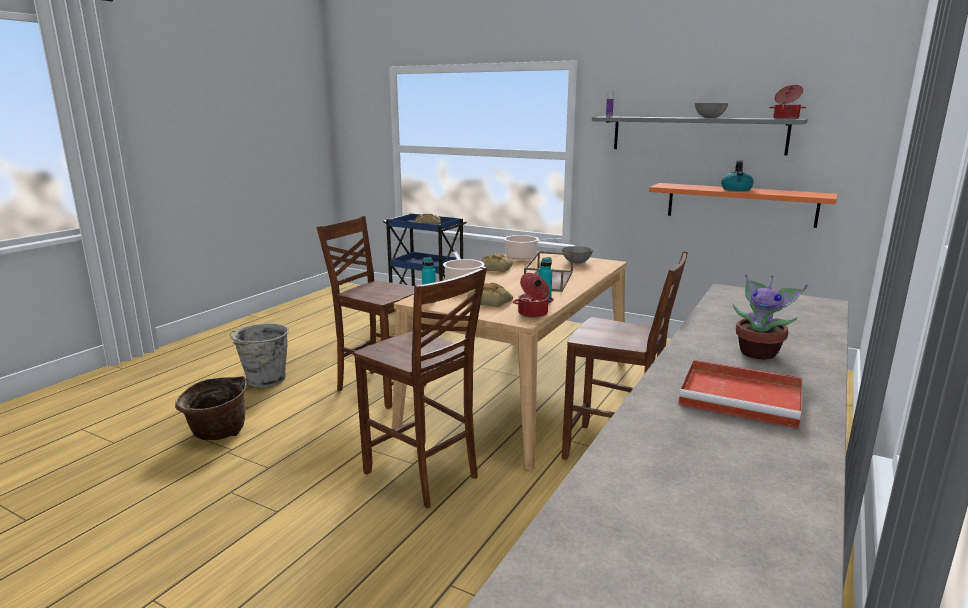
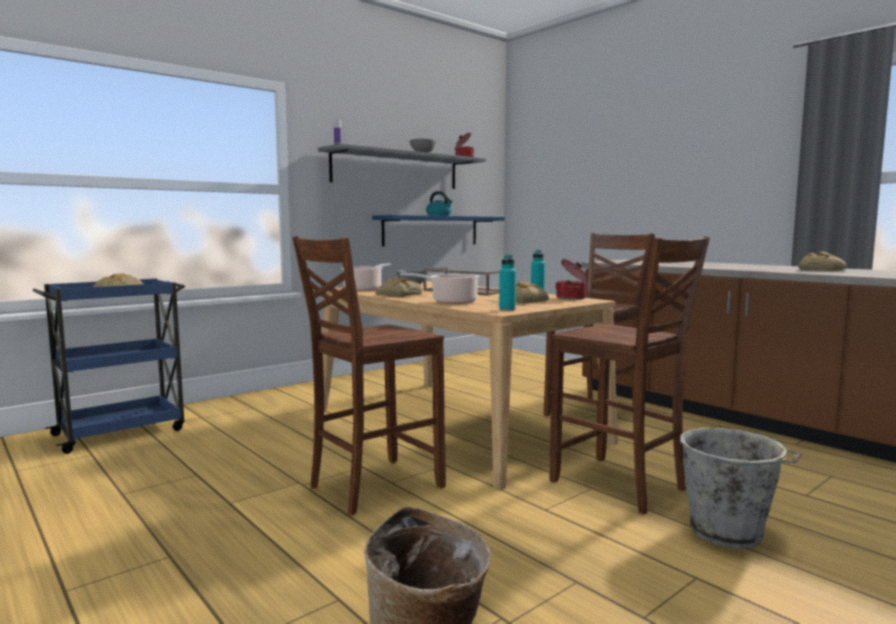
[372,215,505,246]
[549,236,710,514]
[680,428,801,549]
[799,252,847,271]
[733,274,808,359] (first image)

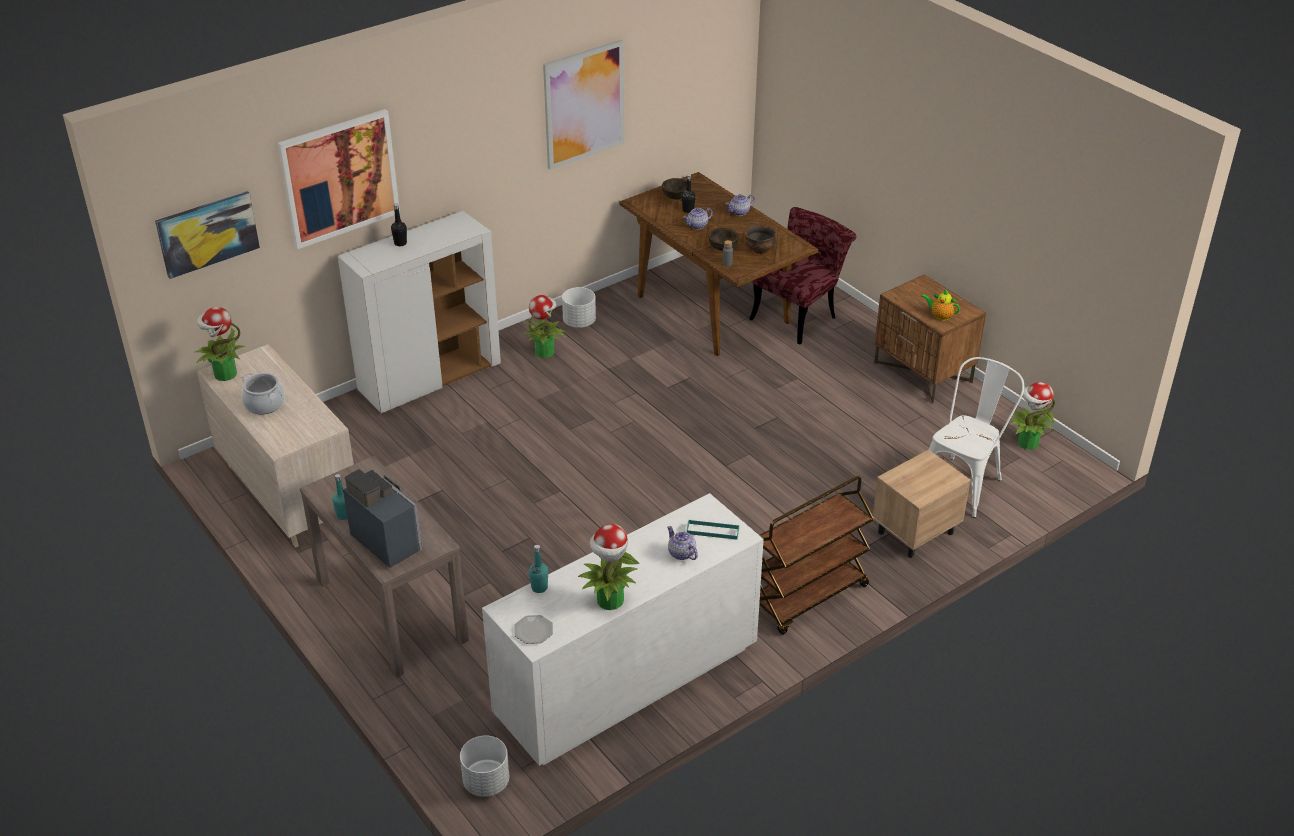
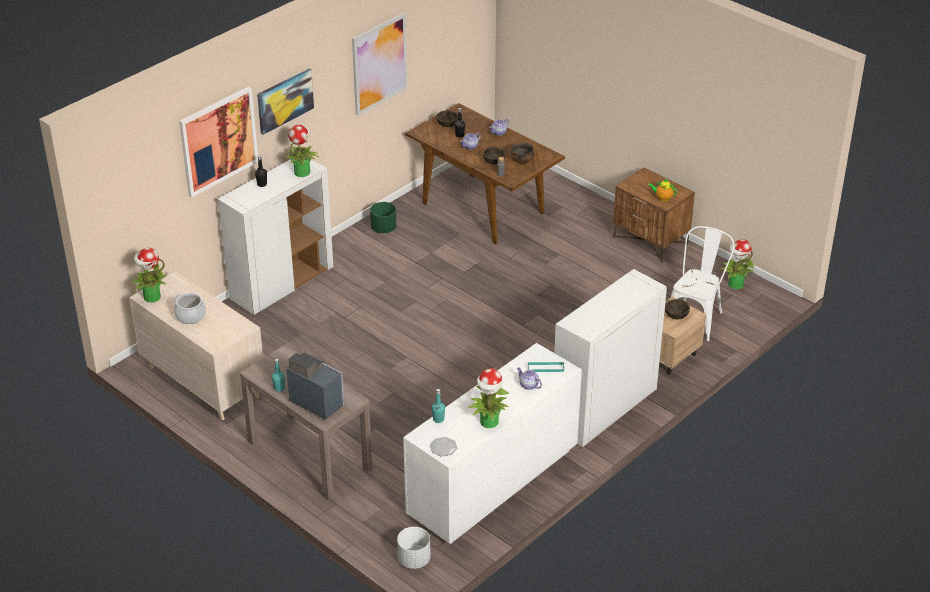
[257,68,314,135]
[283,125,319,177]
[370,202,396,233]
[554,269,667,447]
[665,299,690,319]
[749,207,857,344] (first image)

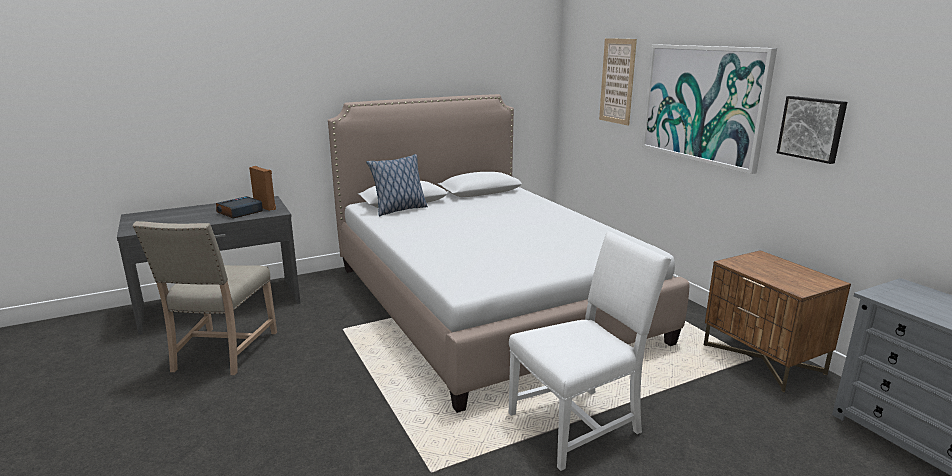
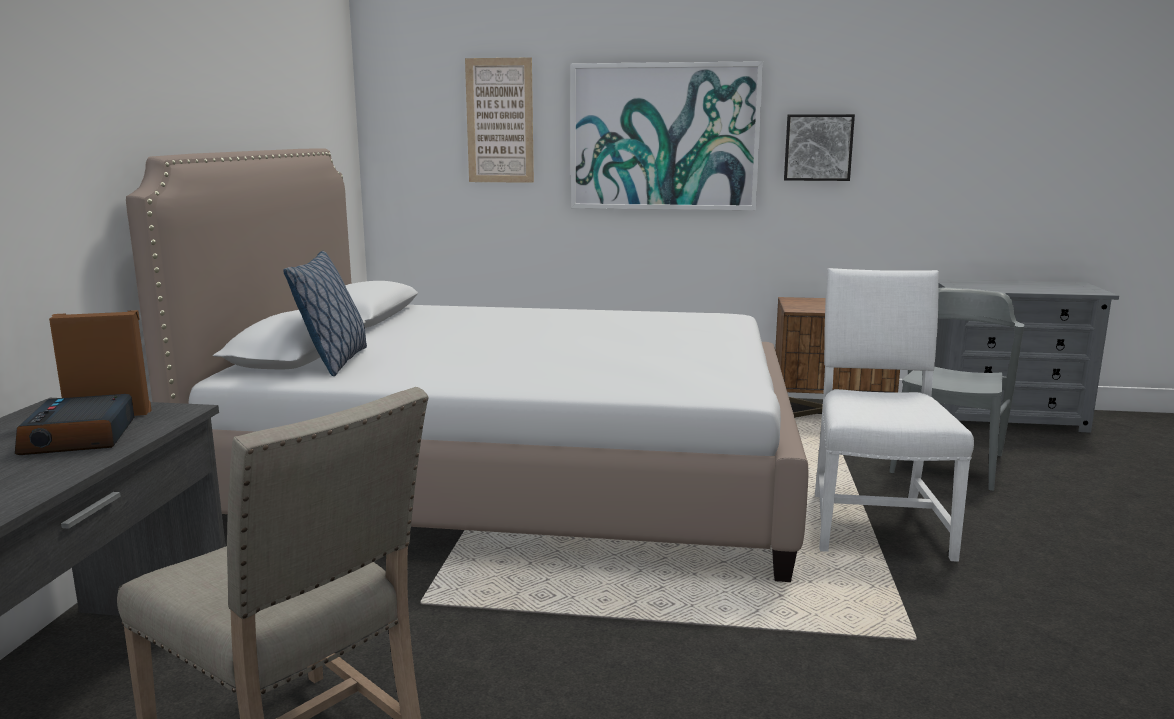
[889,288,1025,491]

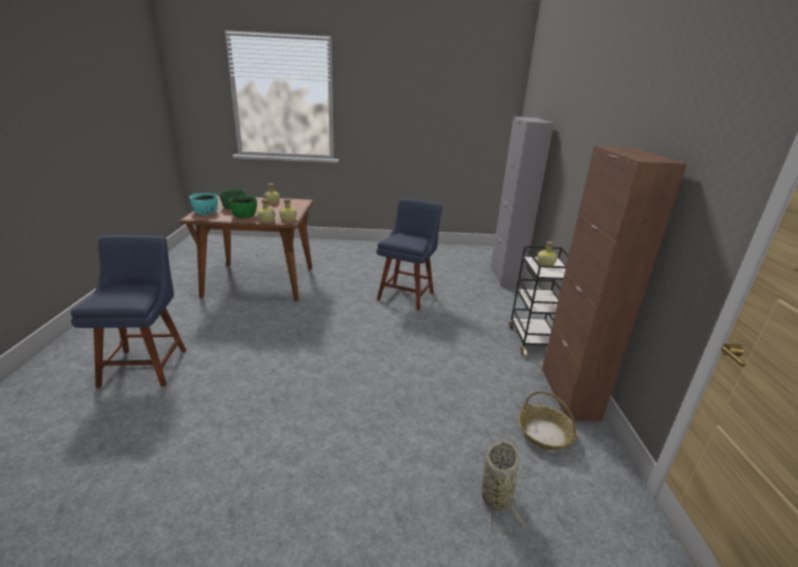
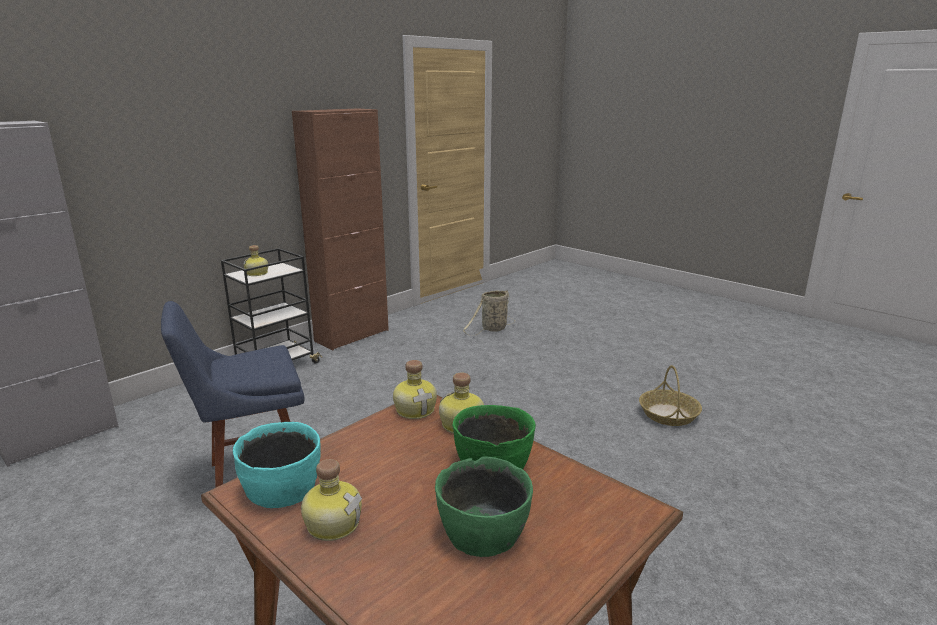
[233,422,321,508]
[639,365,702,426]
[71,235,187,388] (first image)

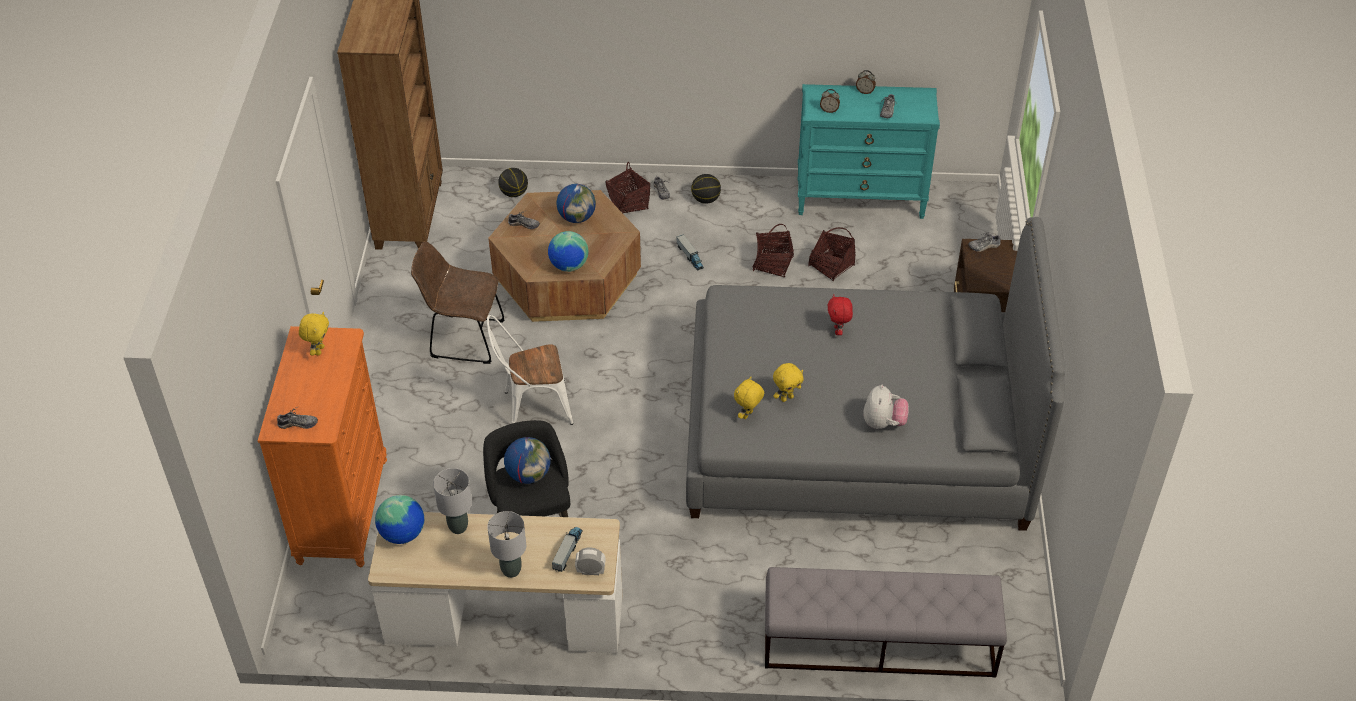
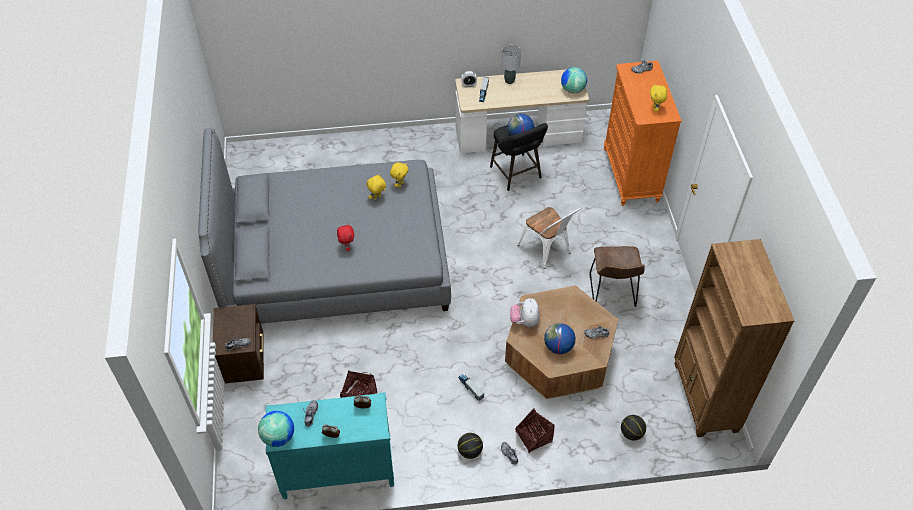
[258,411,294,447]
[510,298,540,327]
[517,207,582,269]
[589,246,645,307]
[433,468,472,534] (first image)
[752,224,794,277] (first image)
[765,567,1007,678] (first image)

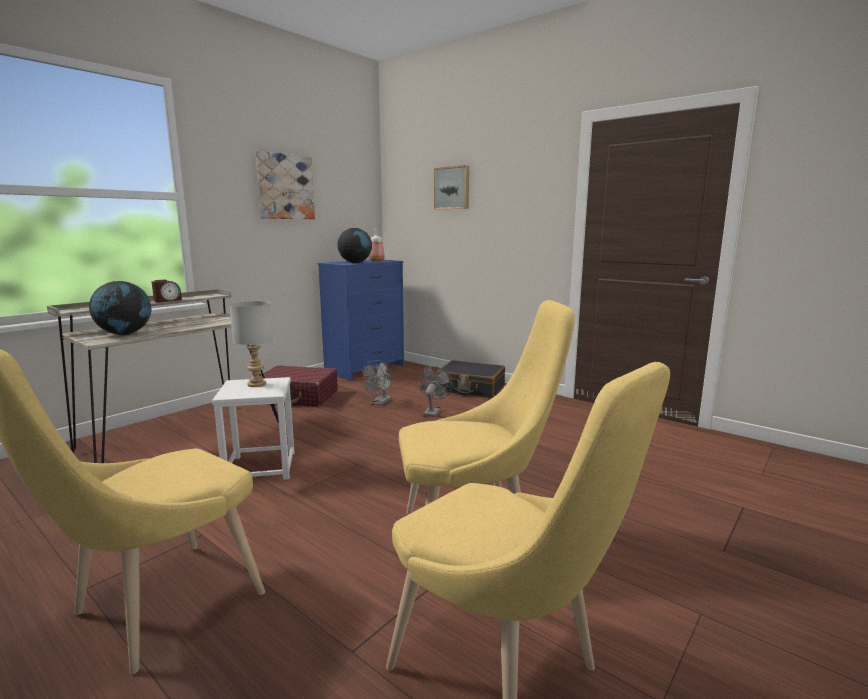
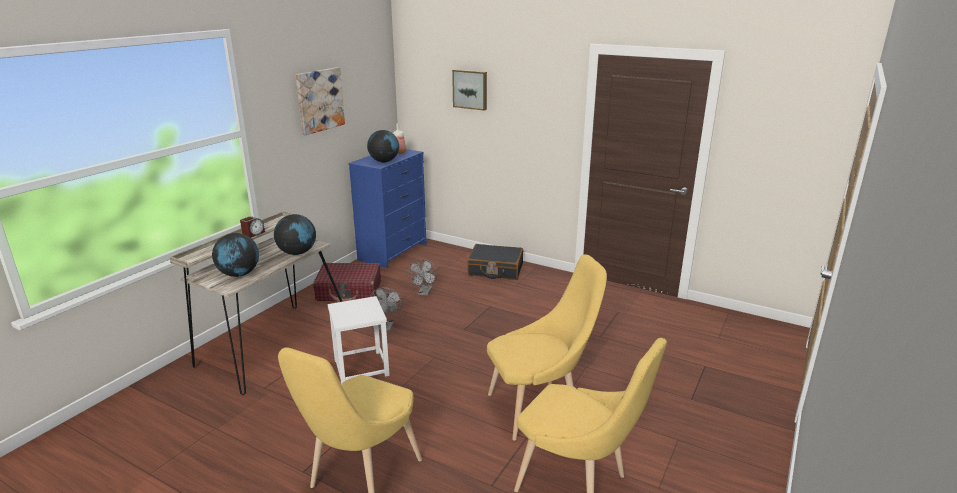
[274,214,316,255]
[370,287,403,332]
[229,301,273,387] (first image)

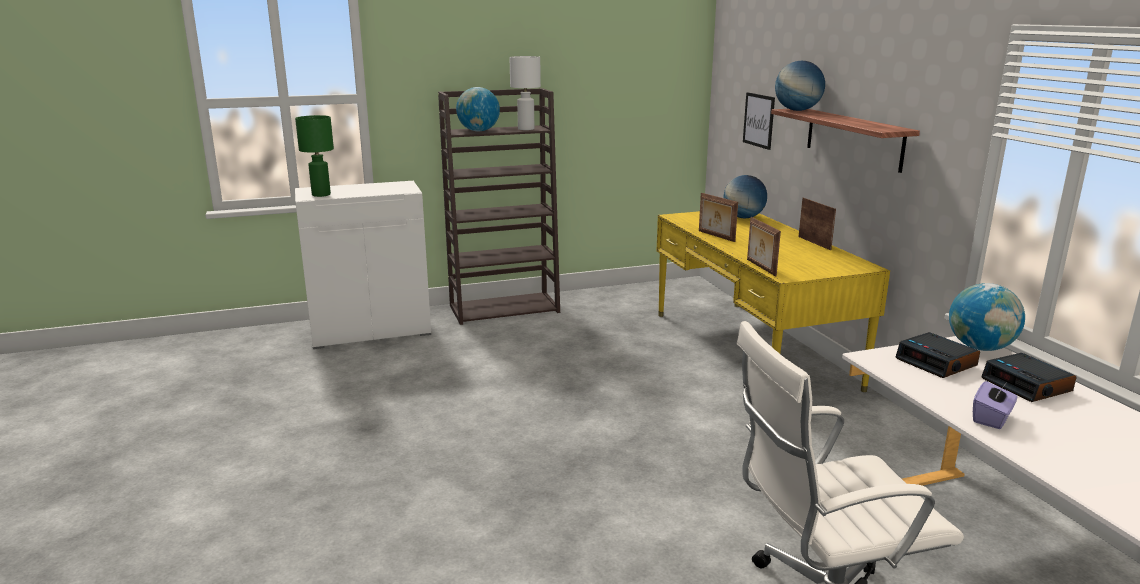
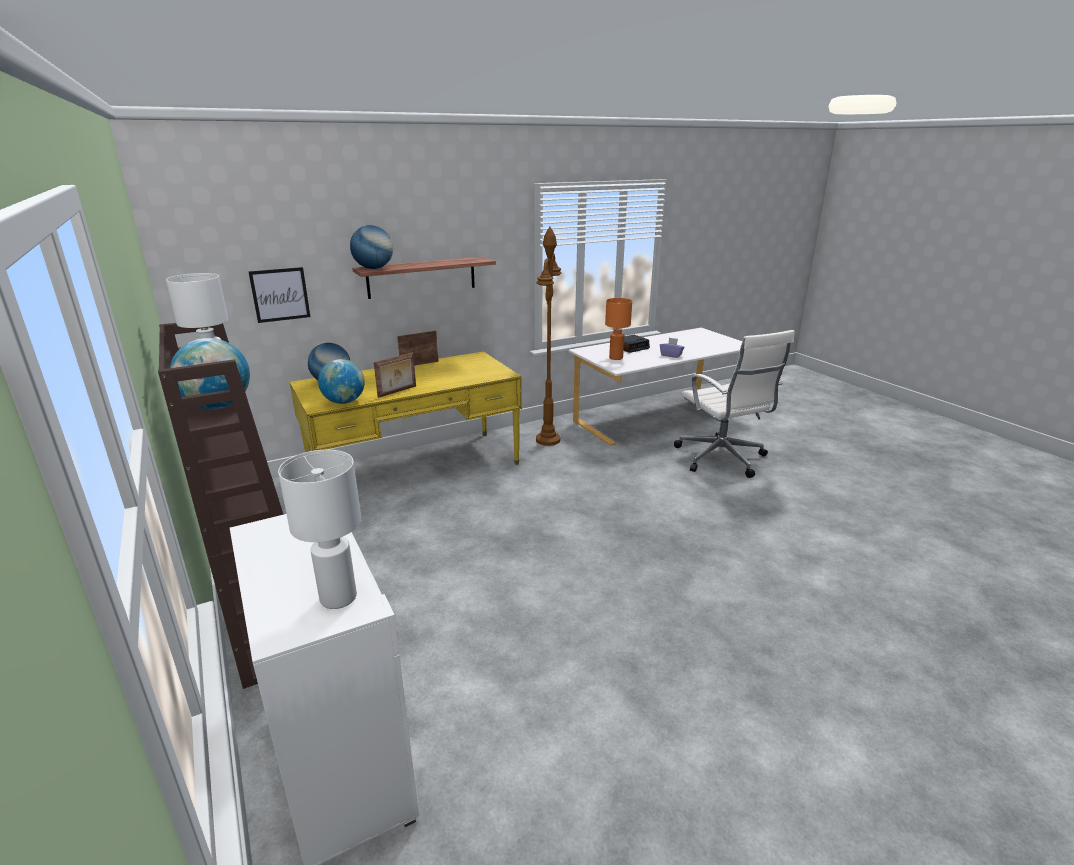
[278,450,361,609]
[318,359,365,404]
[536,227,562,446]
[605,298,632,360]
[747,217,781,276] (first image)

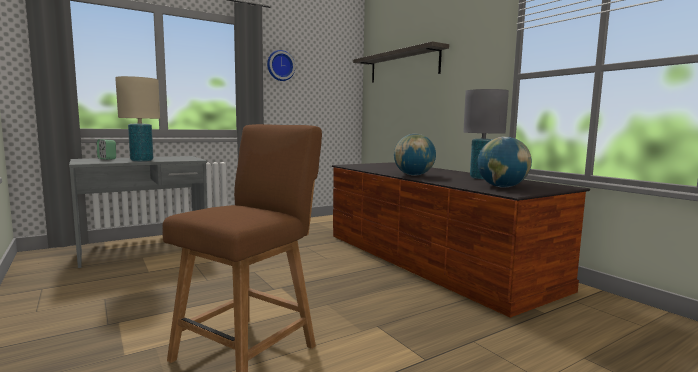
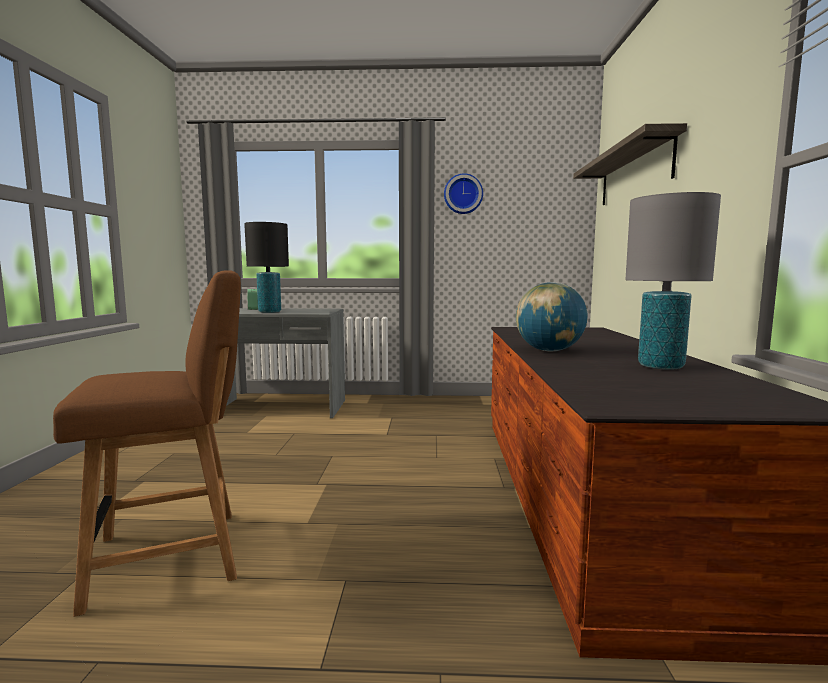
[244,222,289,313]
[477,137,532,188] (first image)

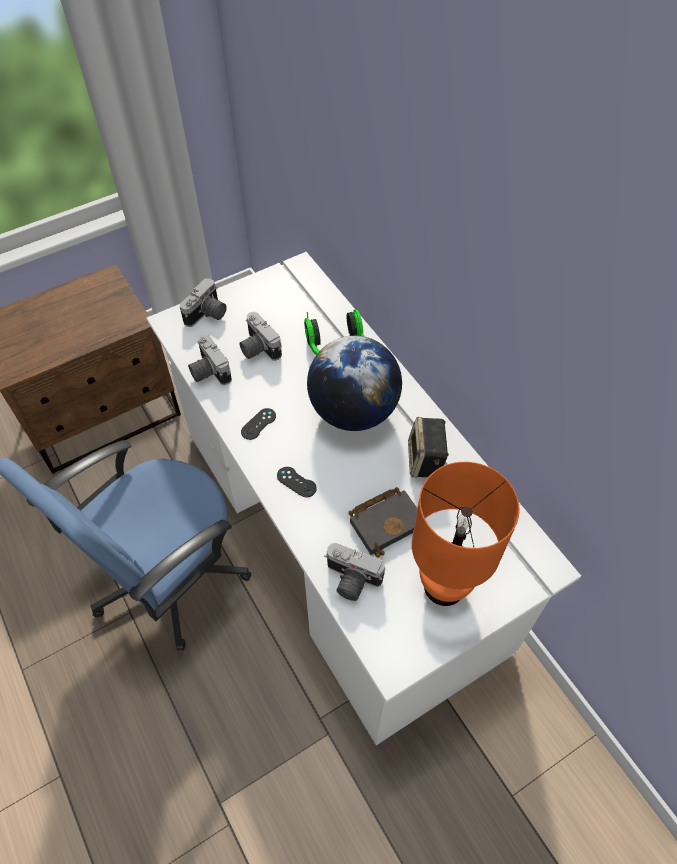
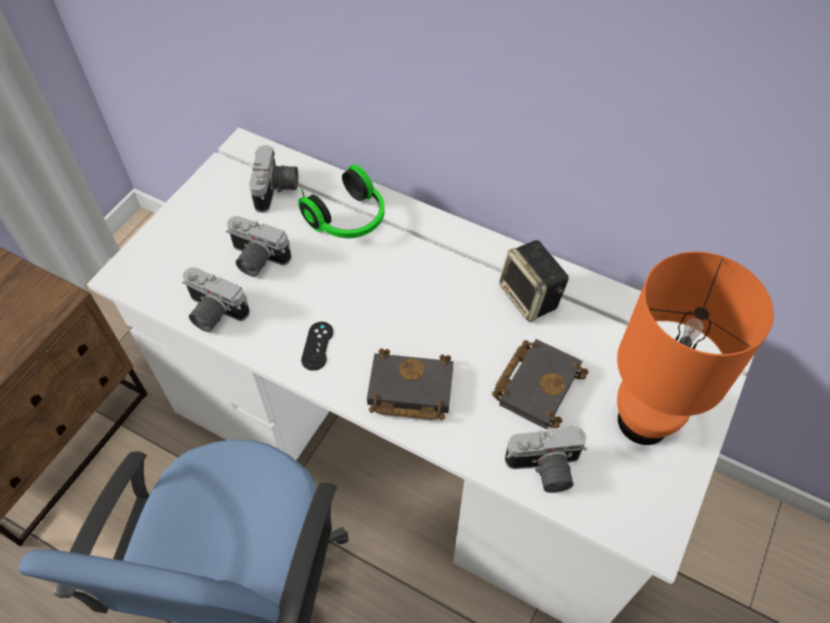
[249,145,298,213]
[367,348,453,420]
[307,336,402,431] (first image)

